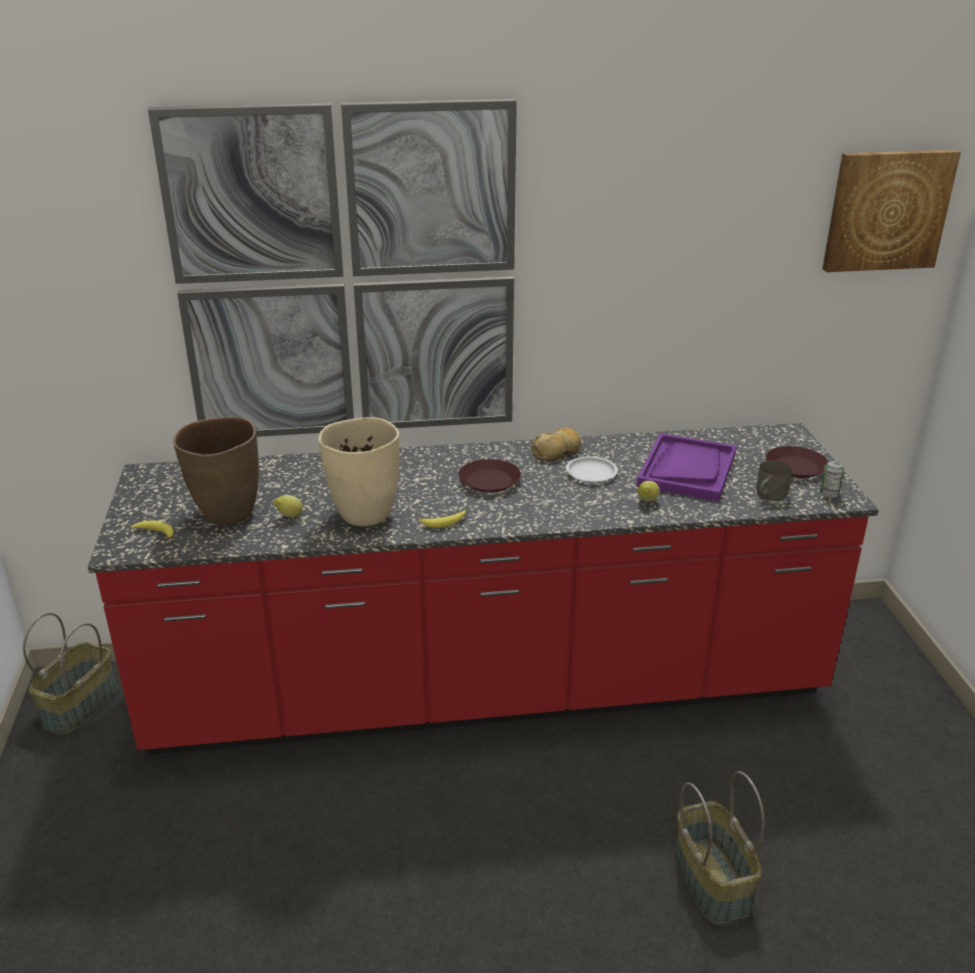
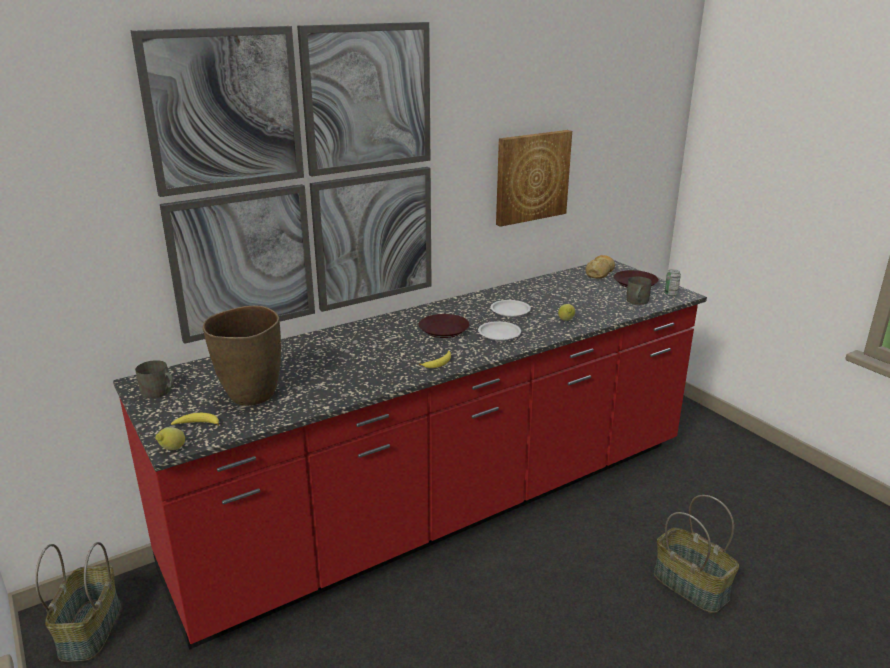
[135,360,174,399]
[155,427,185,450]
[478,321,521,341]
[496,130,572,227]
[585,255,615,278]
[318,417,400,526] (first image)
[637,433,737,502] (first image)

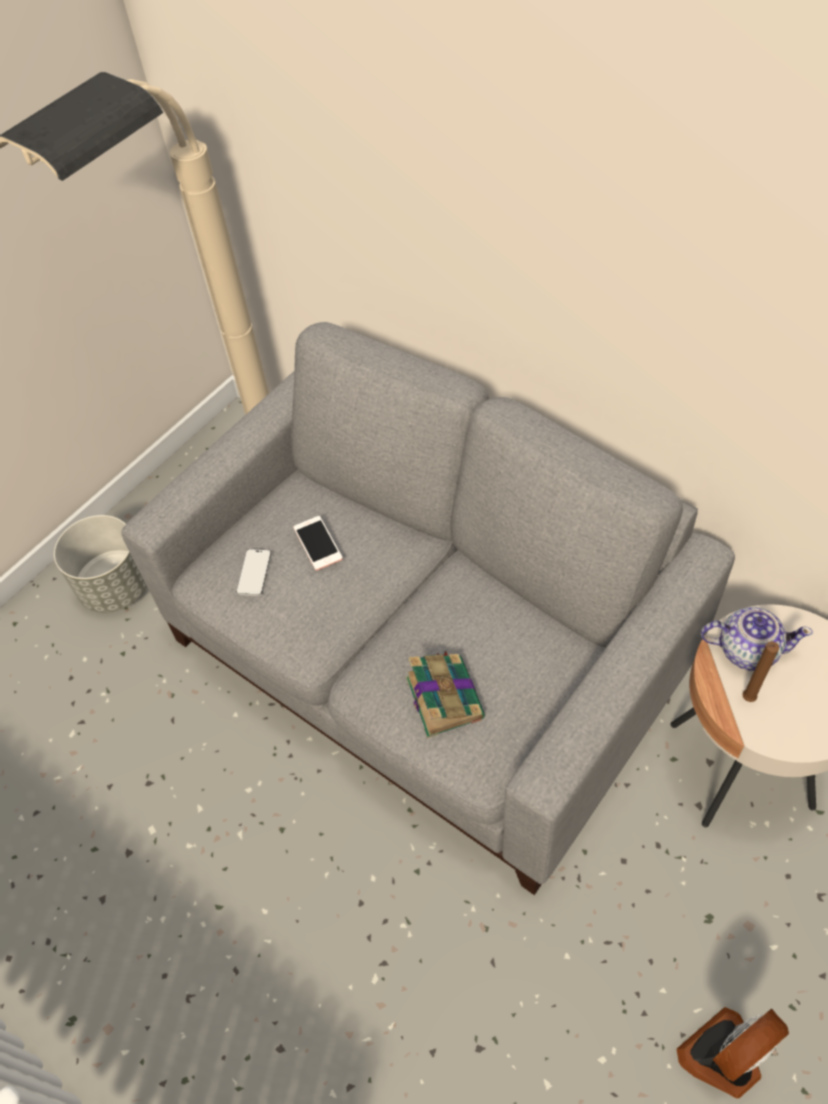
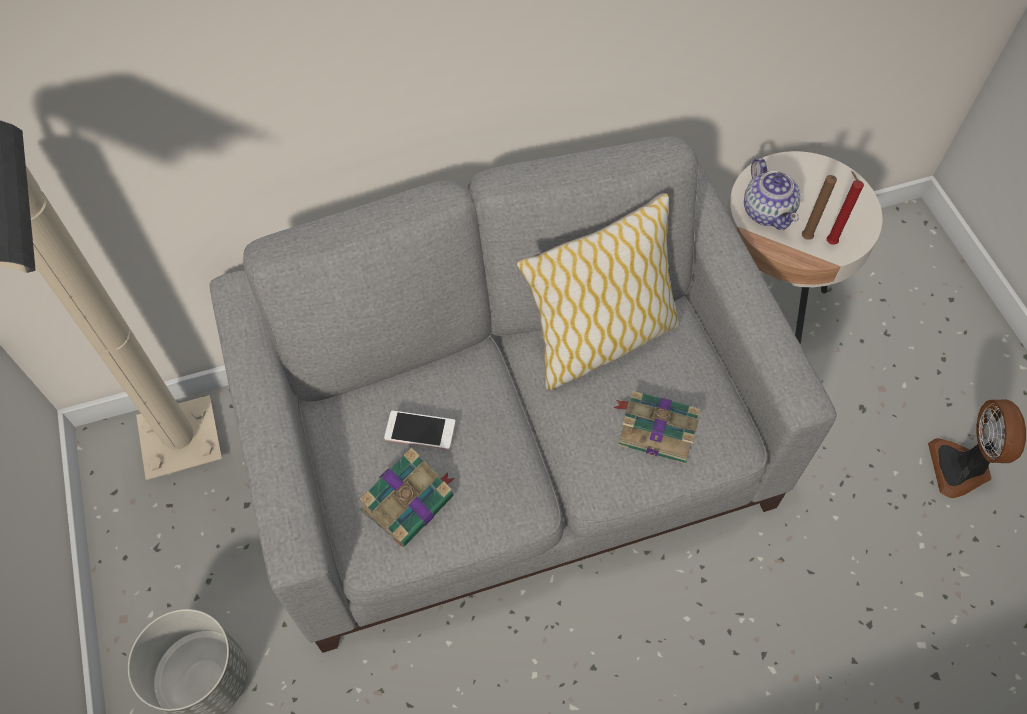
[359,447,455,547]
[517,193,680,391]
[744,158,801,230]
[826,171,864,245]

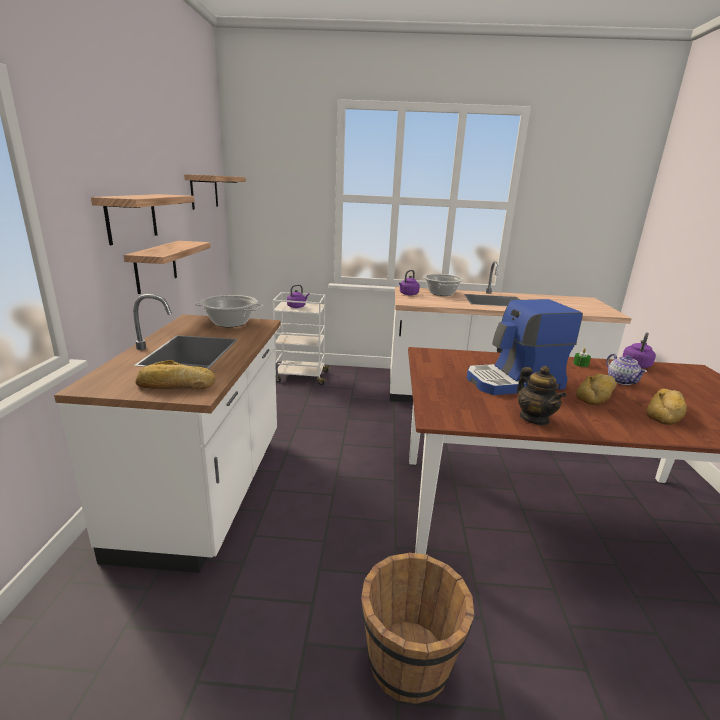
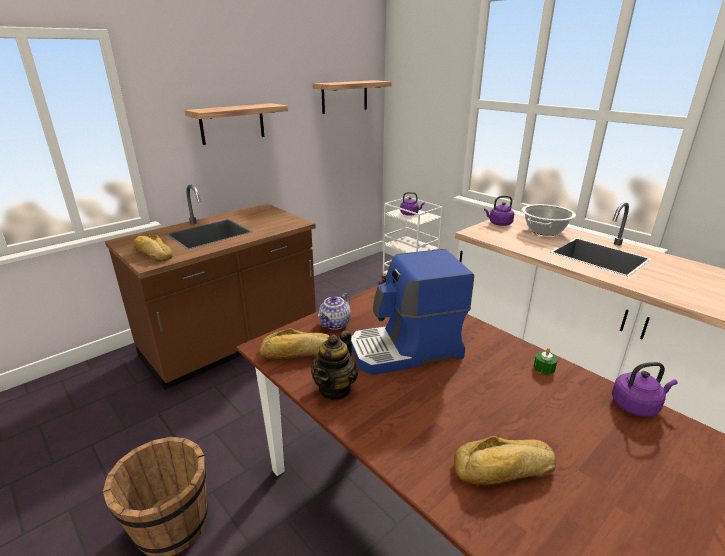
[105,185,316,390]
[260,328,330,360]
[318,293,351,330]
[351,249,474,375]
[123,241,211,294] (first image)
[195,295,263,327] (first image)

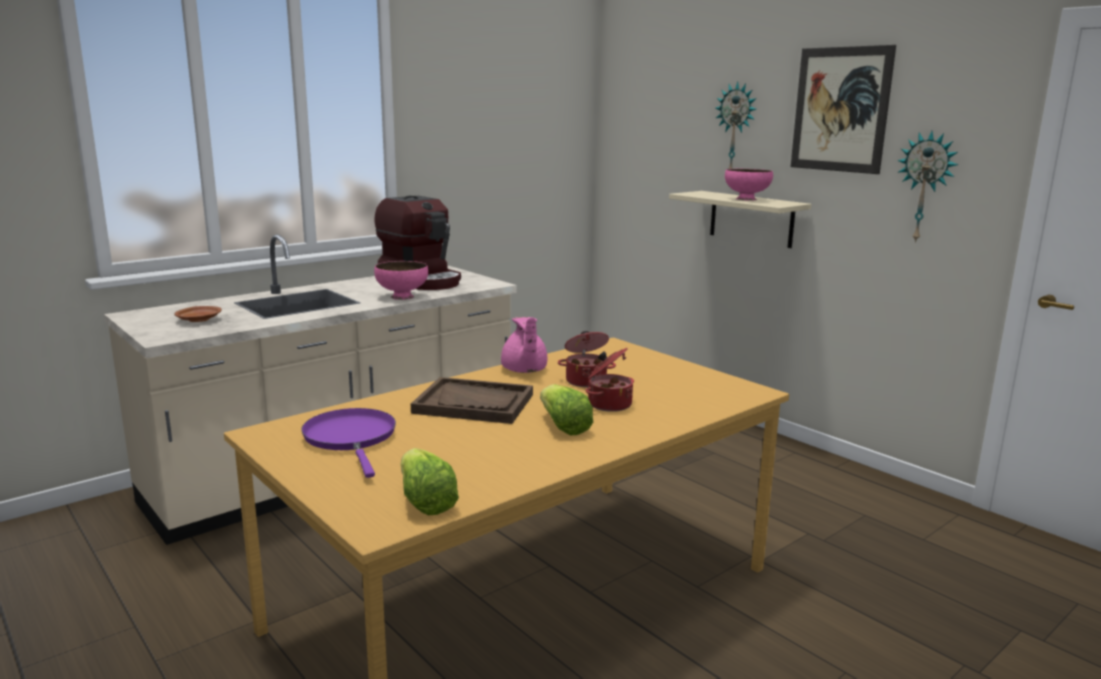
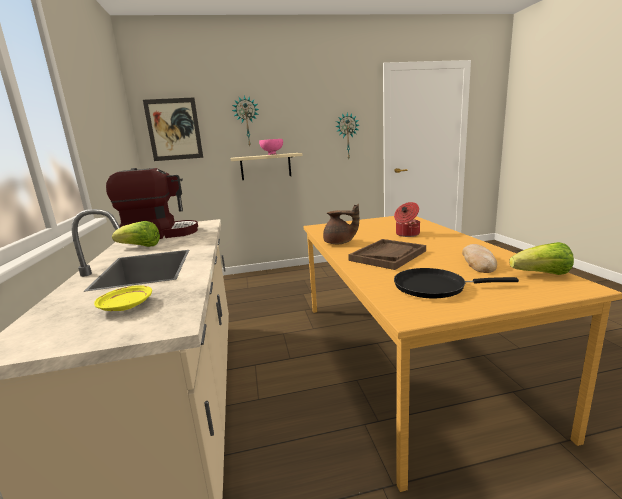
[94,285,152,311]
[112,221,160,247]
[143,97,203,161]
[323,204,359,244]
[394,268,519,299]
[462,244,497,273]
[374,261,428,300] (first image)
[558,331,616,387] (first image)

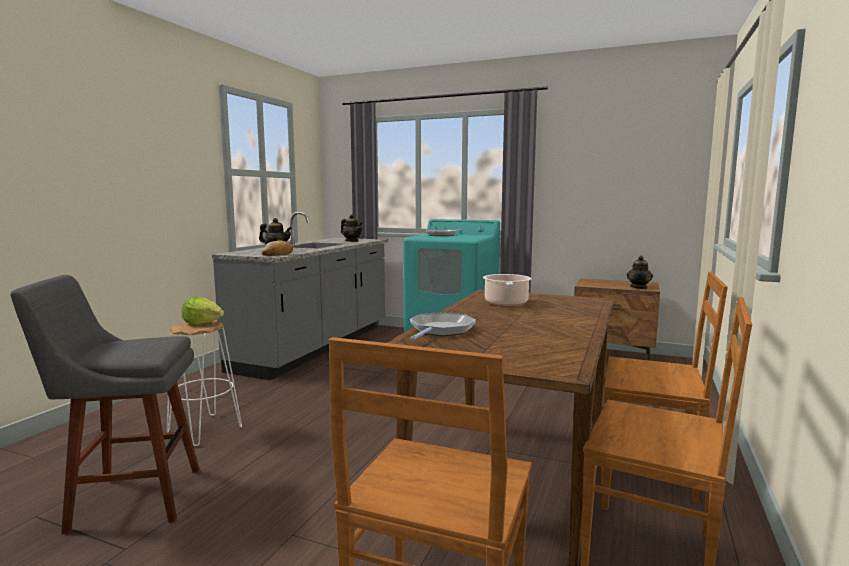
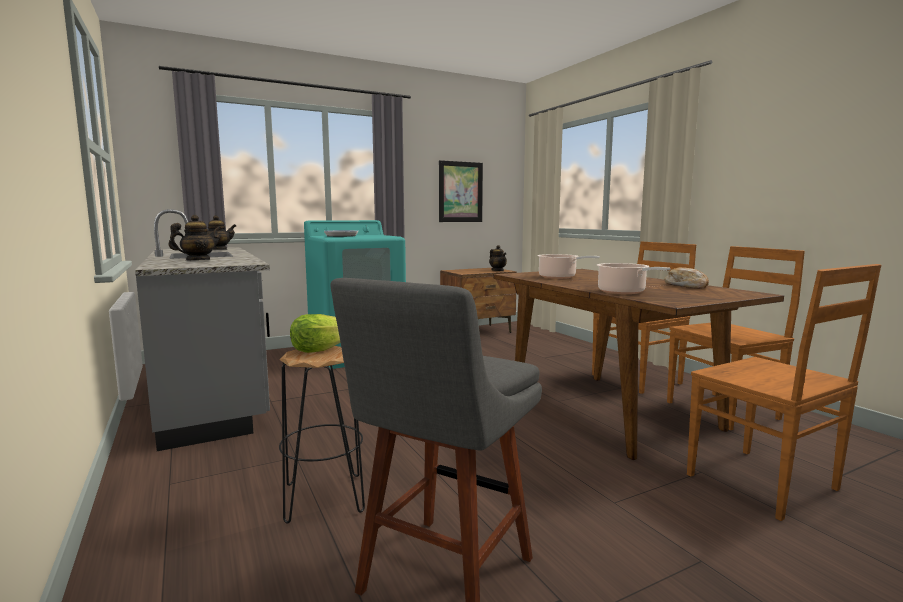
[279,346,365,523]
[439,160,483,222]
[597,263,670,294]
[664,267,709,288]

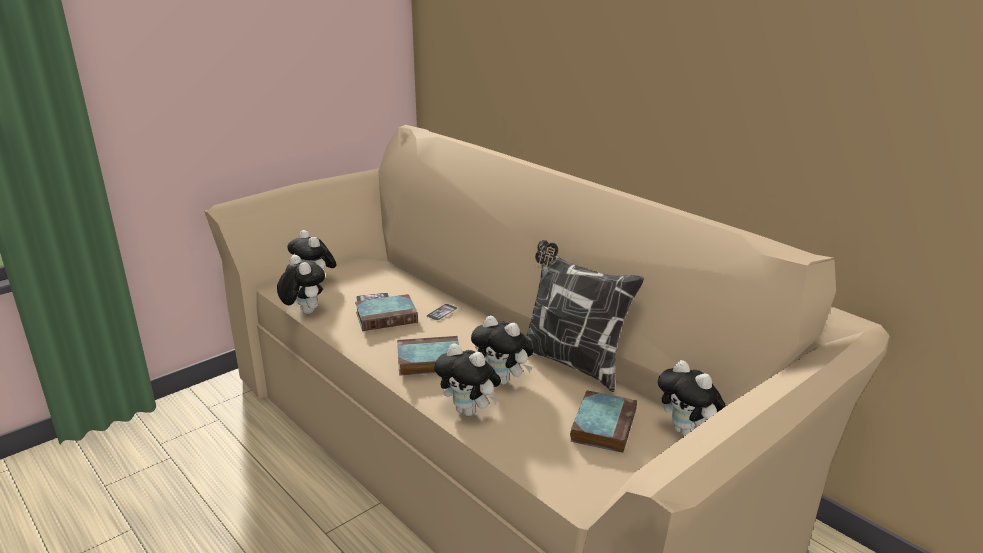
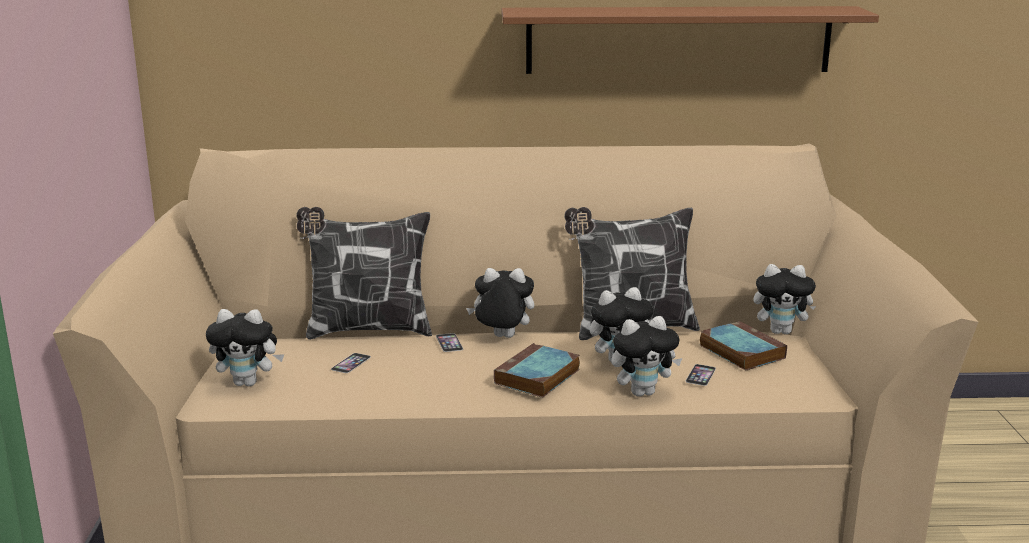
[296,207,432,340]
[466,268,534,338]
[502,6,879,74]
[686,364,716,386]
[355,294,418,331] (first image)

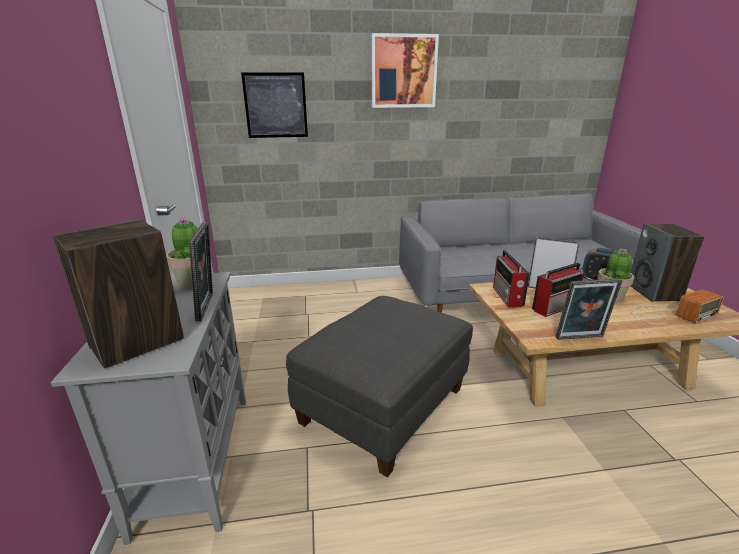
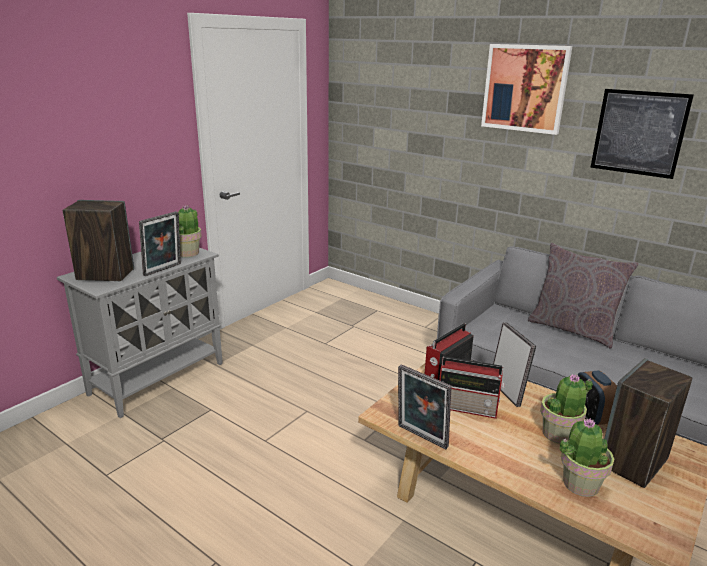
[528,243,639,348]
[560,418,614,497]
[590,89,694,179]
[286,296,473,478] (first image)

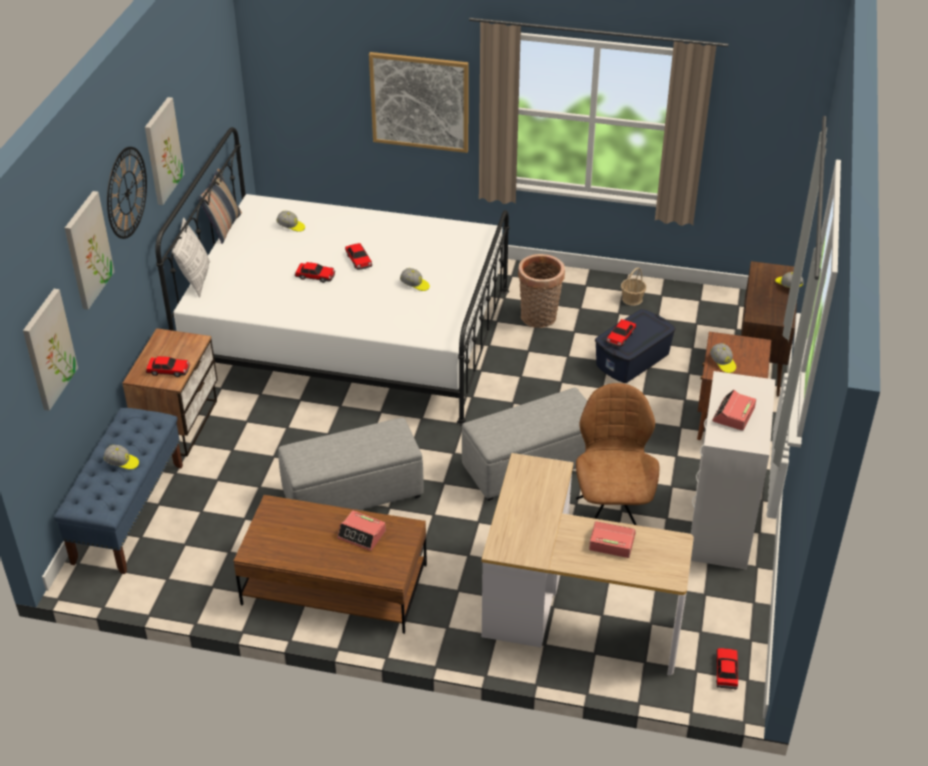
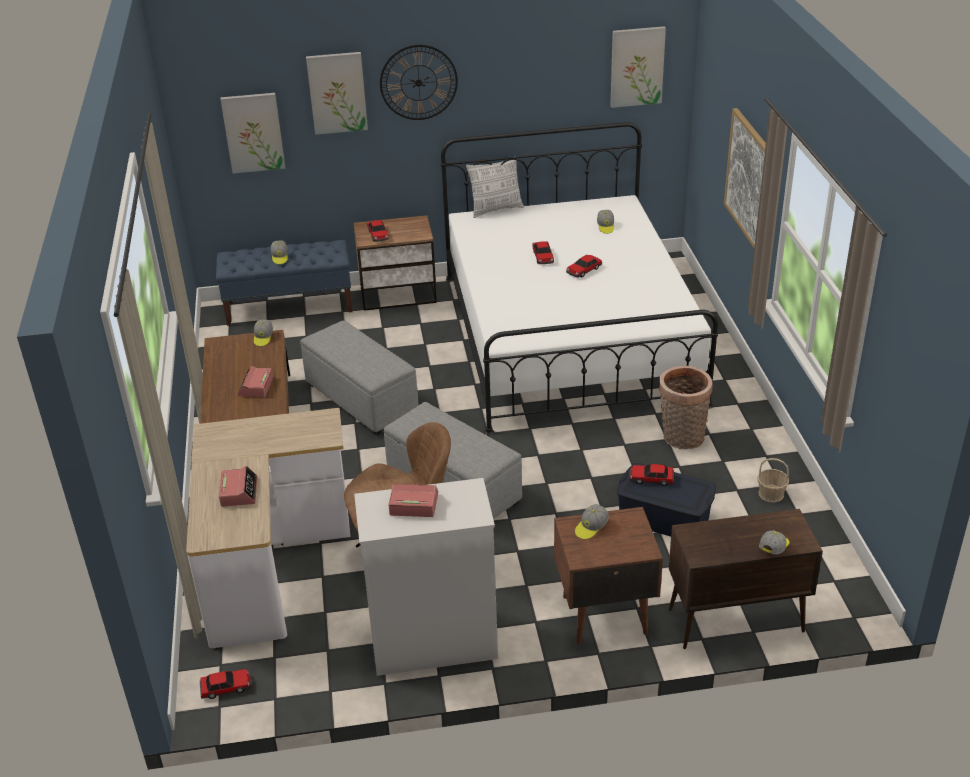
[254,320,273,346]
[610,26,666,108]
[198,168,242,244] (first image)

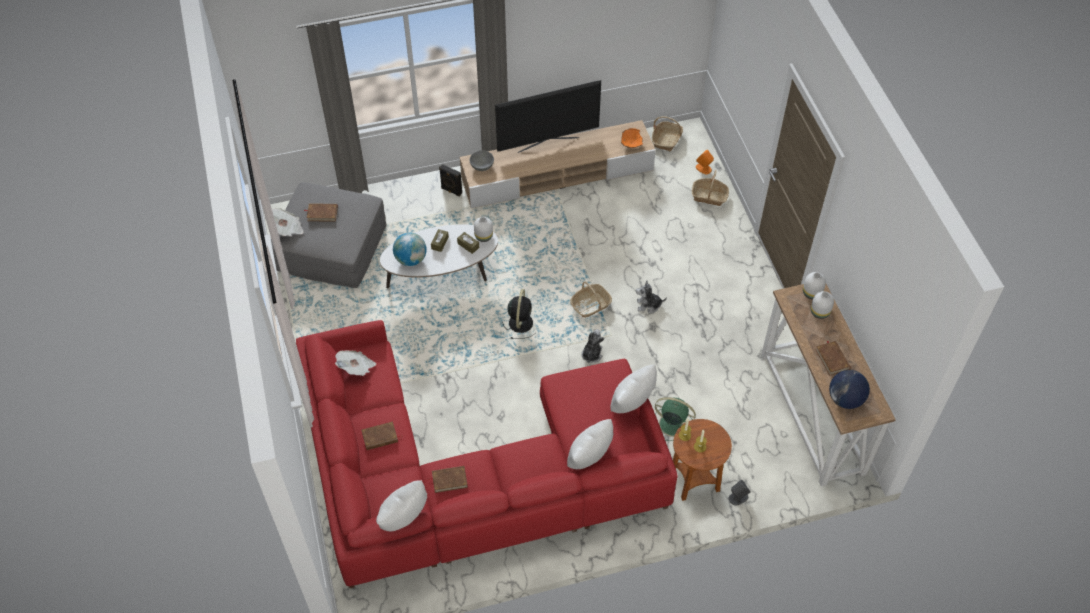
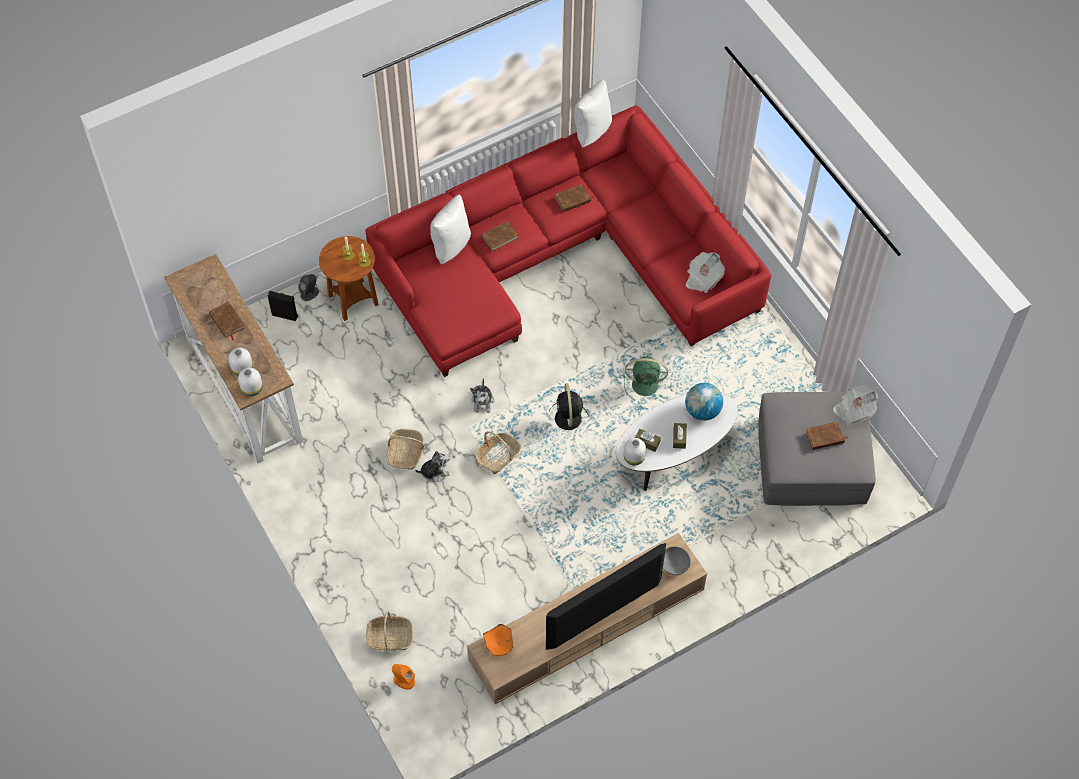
[268,291,298,321]
[387,429,424,469]
[479,221,518,251]
[624,357,668,399]
[611,364,657,413] (first image)
[829,370,870,409] (first image)

